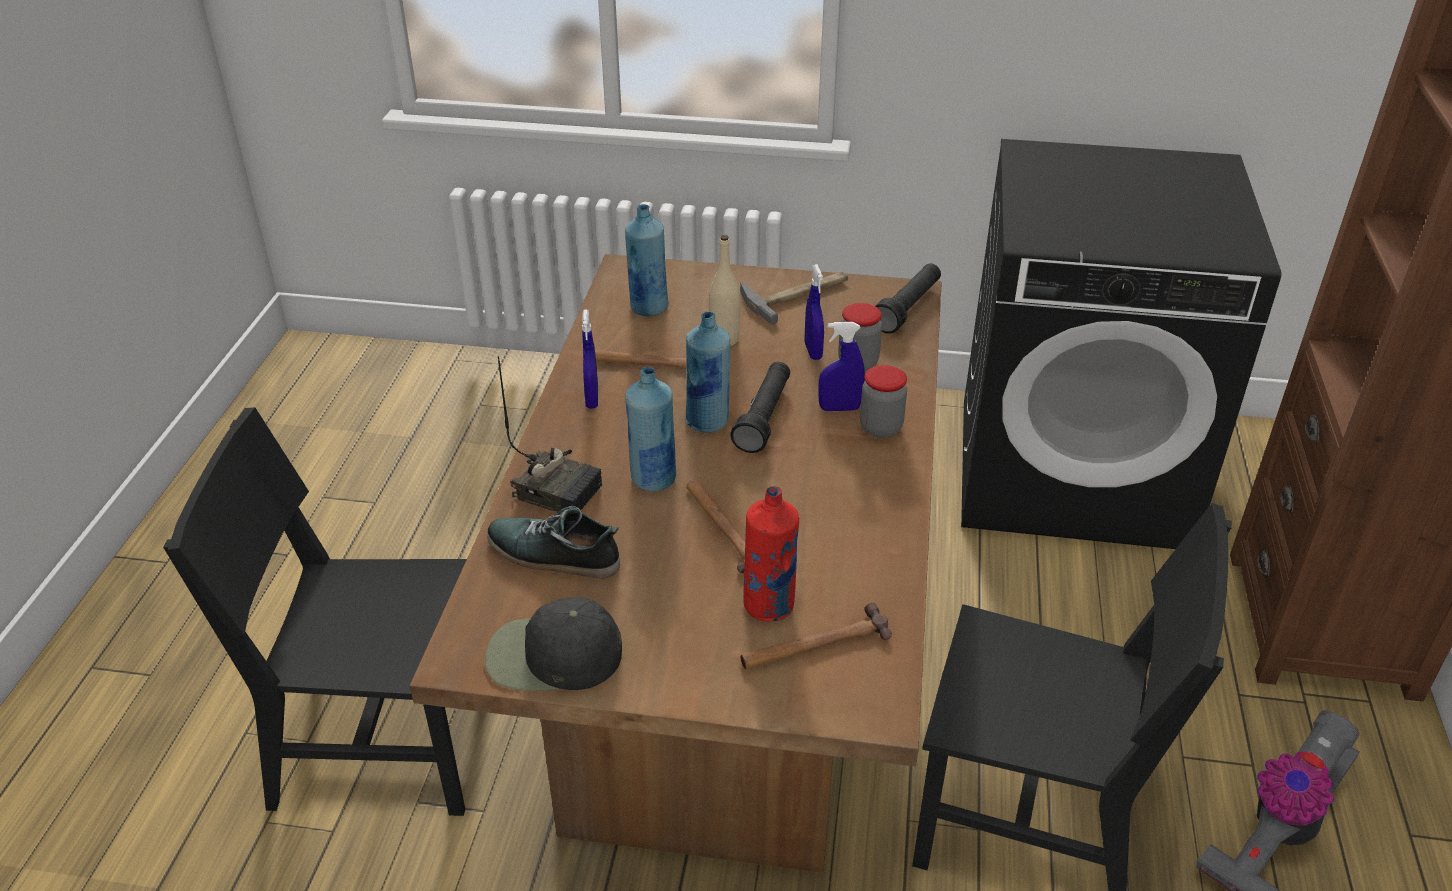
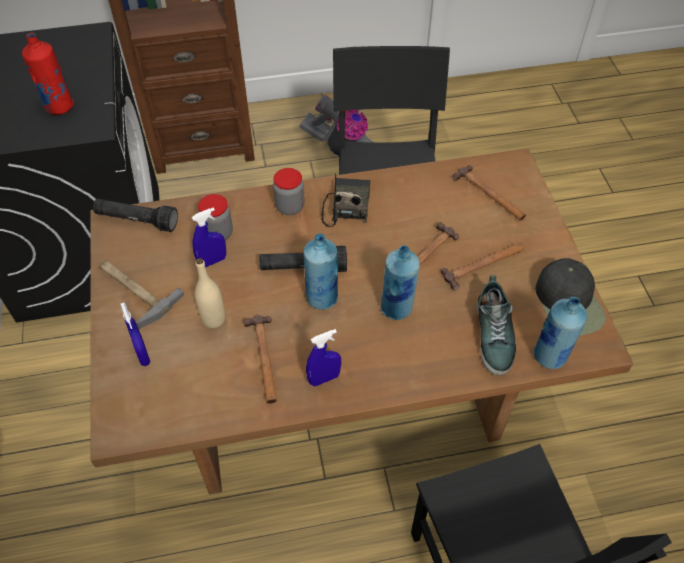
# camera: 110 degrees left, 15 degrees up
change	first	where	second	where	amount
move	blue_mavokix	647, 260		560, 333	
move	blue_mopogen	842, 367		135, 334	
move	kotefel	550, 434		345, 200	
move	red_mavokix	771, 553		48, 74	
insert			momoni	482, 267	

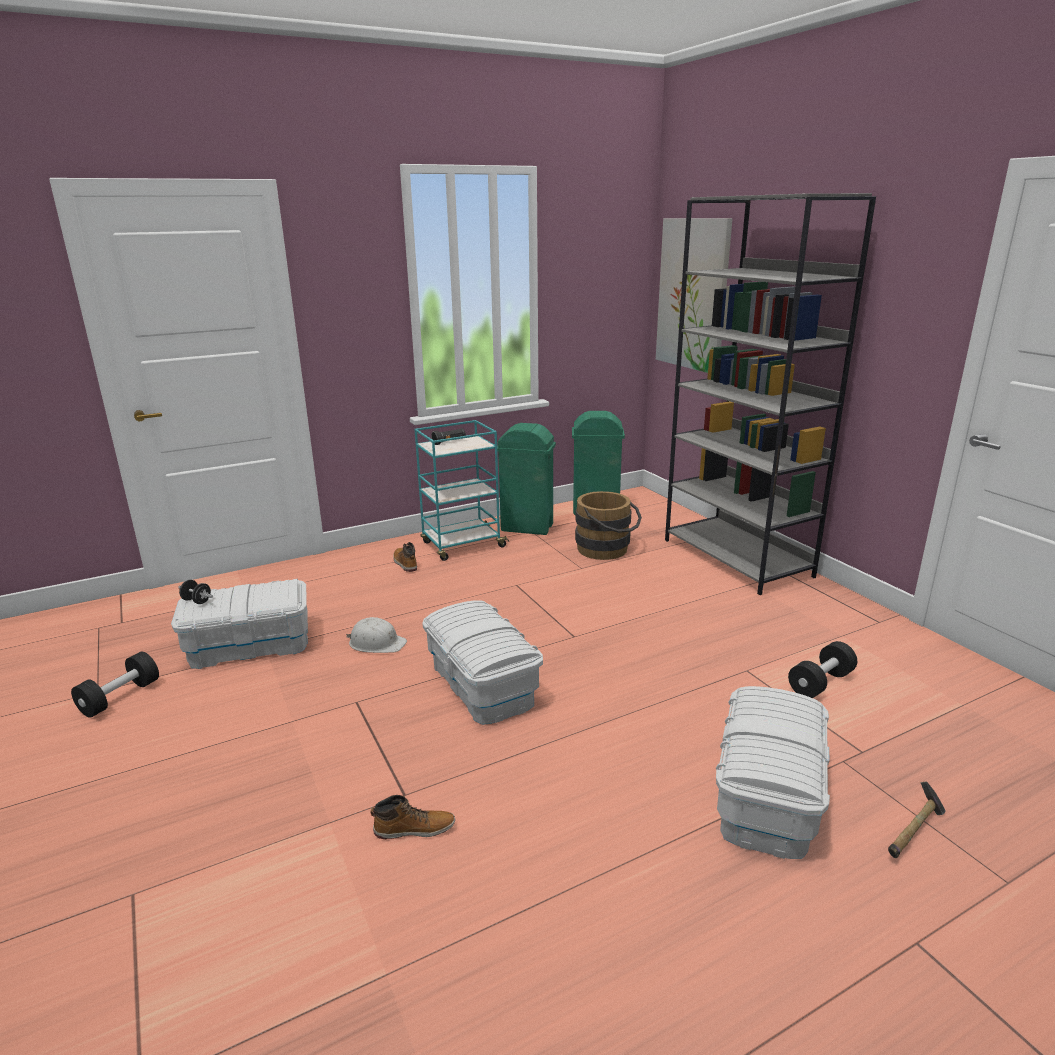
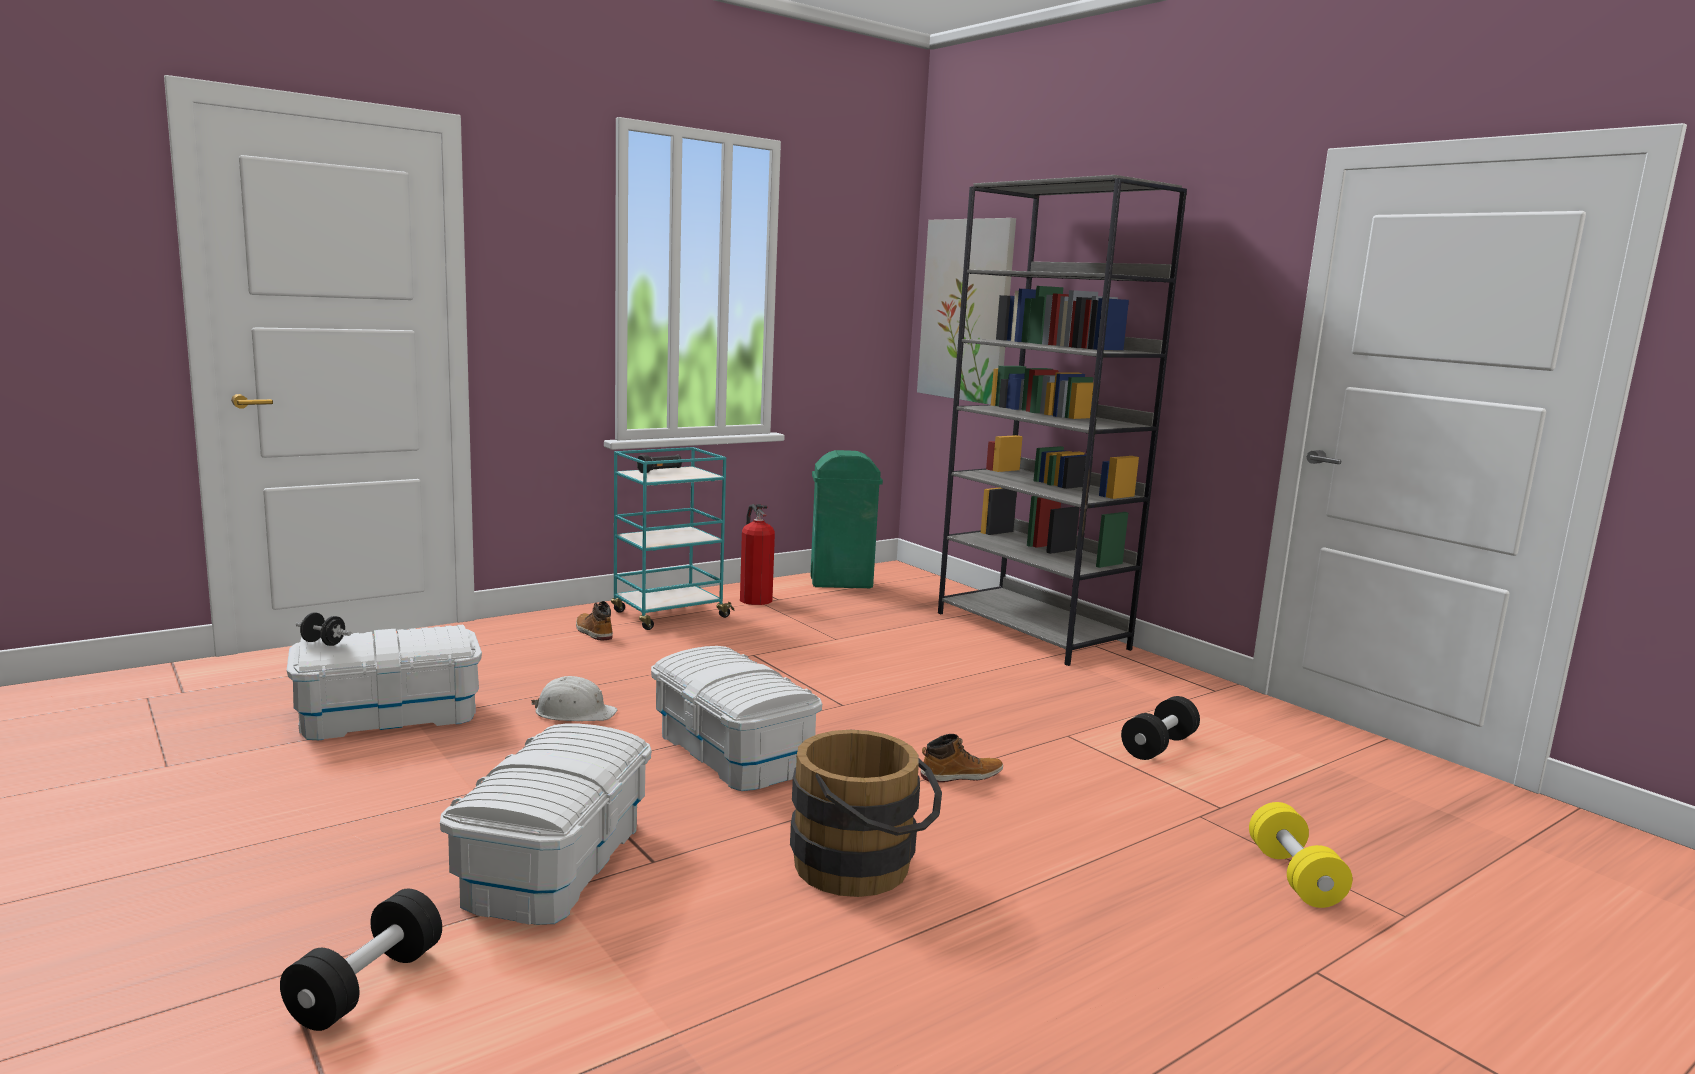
# camera: 10 degrees left, 10 degrees down
change	first	where	second	where	amount
replace	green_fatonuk	526, 479	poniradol	757, 554	
move	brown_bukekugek	608, 525		866, 813	
move	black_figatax	115, 685		361, 960	
move	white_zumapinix	773, 772		546, 824	
replace	momoni	917, 819	yellow_figatax	1300, 855	
move	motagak	413, 817		961, 758	

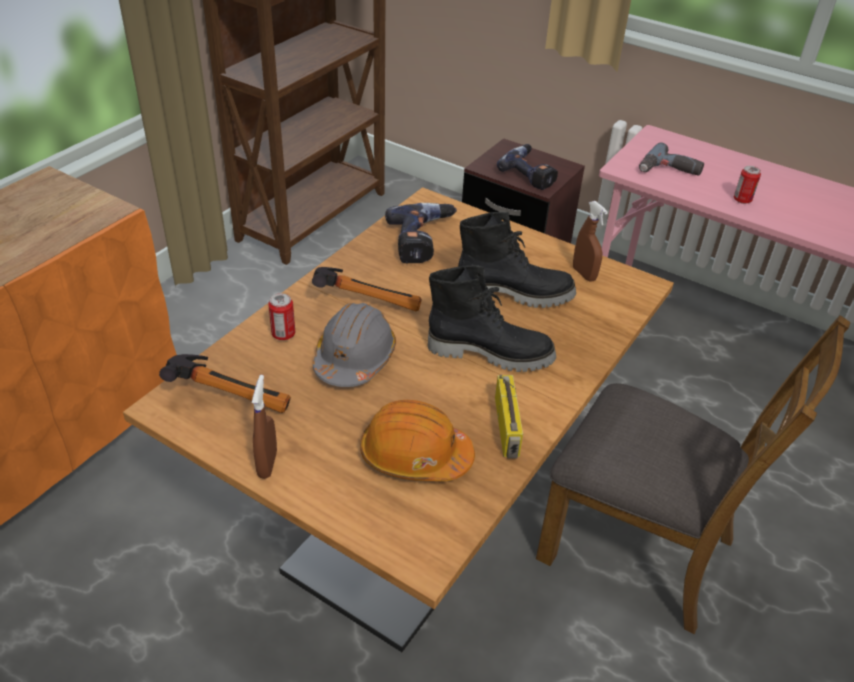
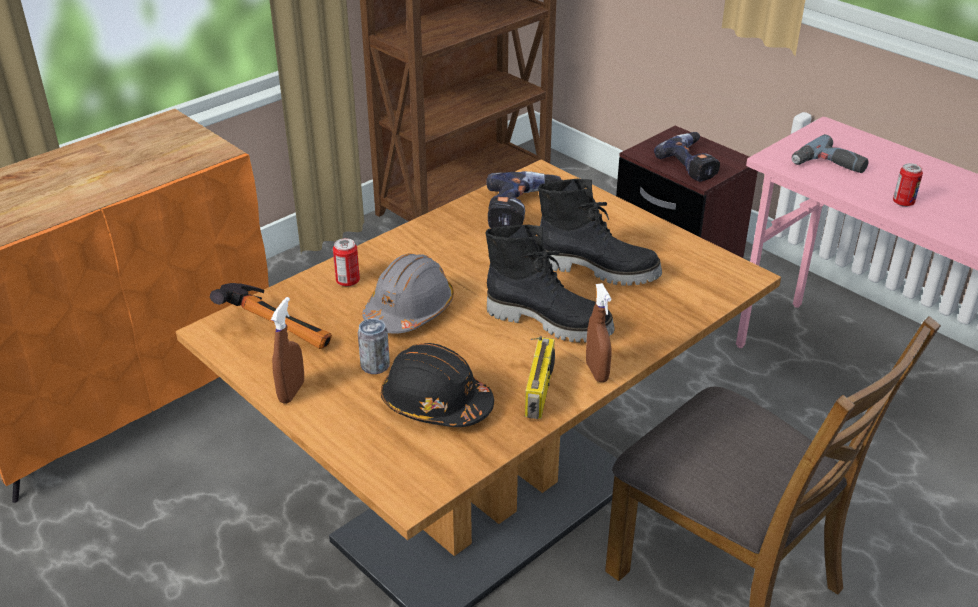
# camera: 15 degrees right, 5 degrees down
change	first	where	second	where	amount
move	brown_mopogen	590, 241		599, 332	
delete	momoni	367, 289			
recolor	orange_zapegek	417, 440	black_zapegek	437, 385	
insert			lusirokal	374, 346	

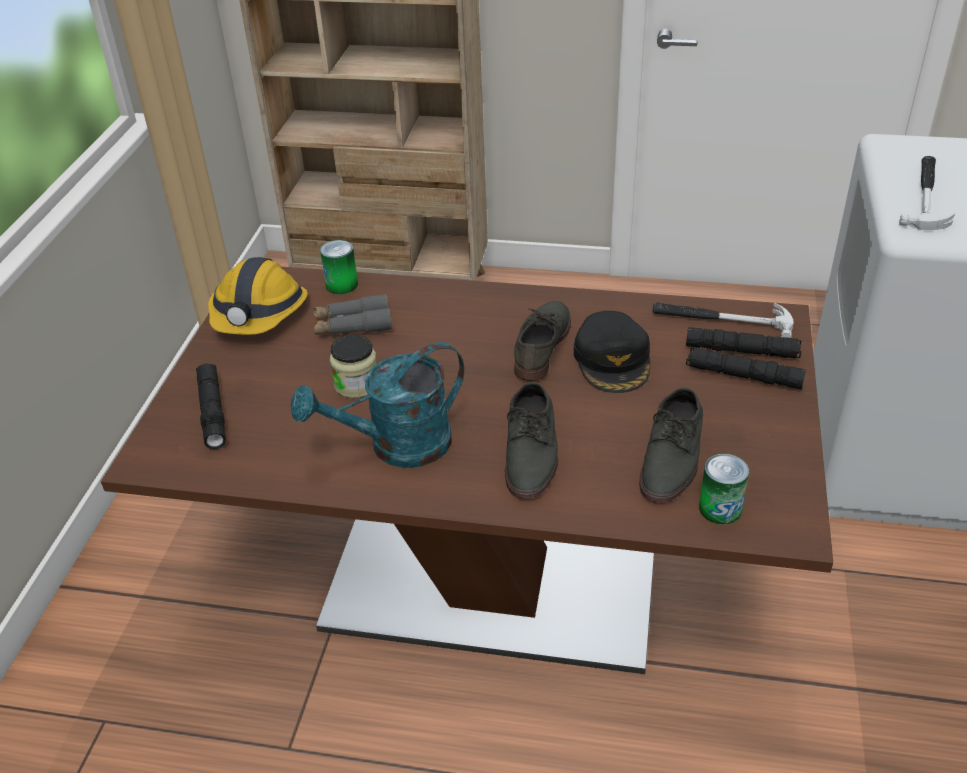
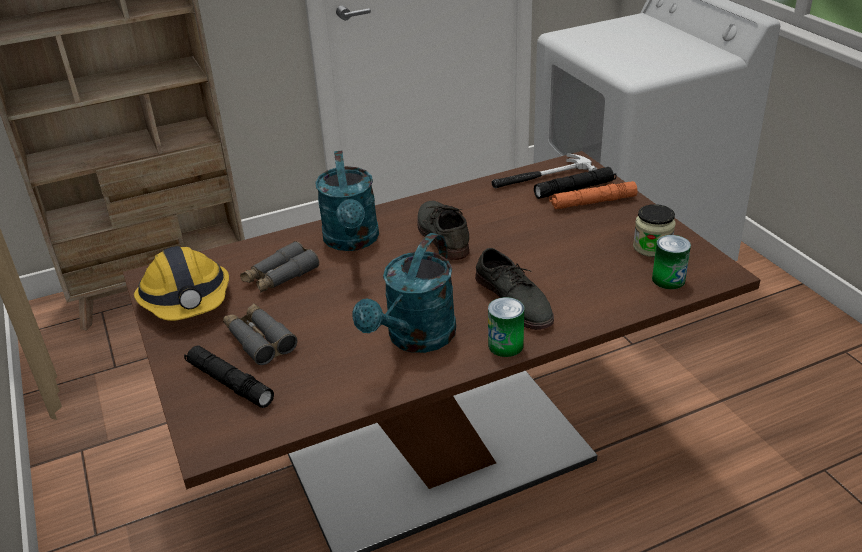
# camera: 35 degrees left, 5 degrees down
change	first	where	second	where	amount
delete	momoni	927, 193			
move	lusirokal	339, 267		506, 327	
delete	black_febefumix	612, 352			
move	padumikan	353, 366		654, 230	
recolor	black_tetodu	746, 368	orange_tetodu	593, 195	
delete	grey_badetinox	671, 445			
insert			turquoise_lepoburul	347, 200	
insert			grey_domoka	260, 334	

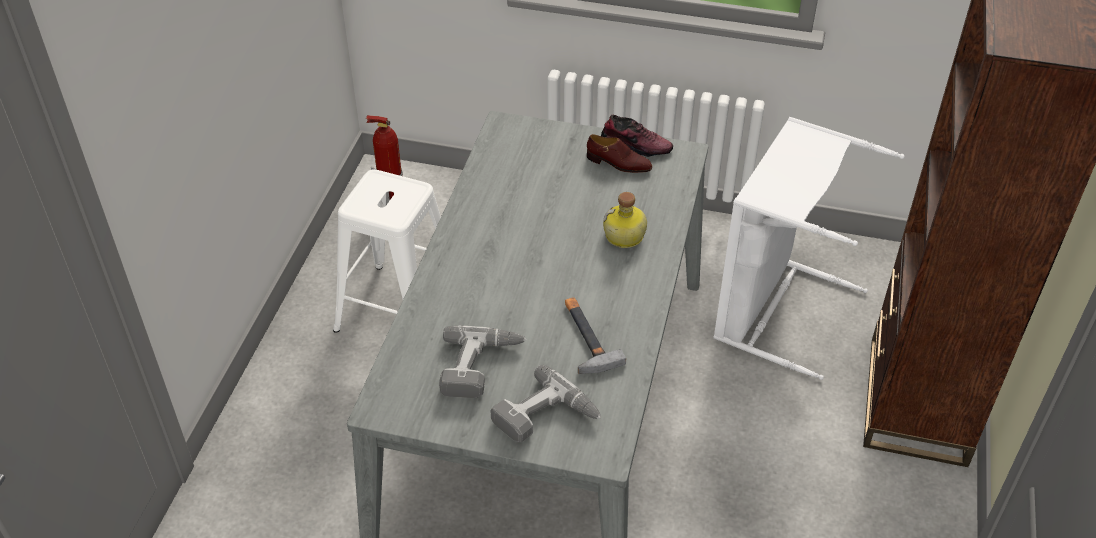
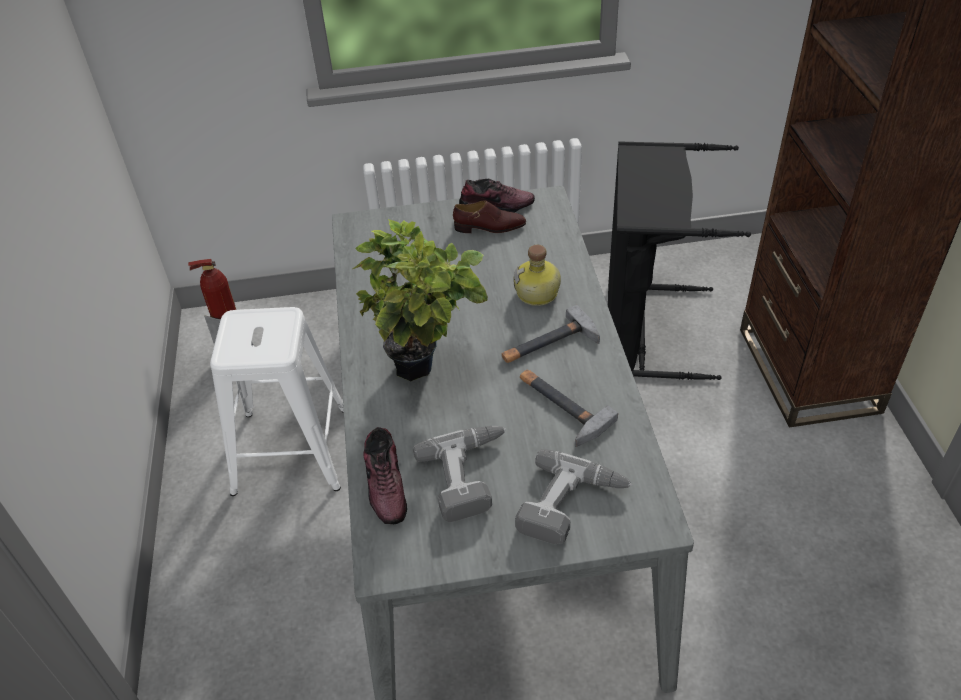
# camera: 20 degrees left, 0 degrees up
change	first	where	second	where	amount
recolor	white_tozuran	809, 248	black_tozuran	679, 260	
insert			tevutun	420, 300	
insert			momoni	550, 334	
insert			badetinox	385, 475	

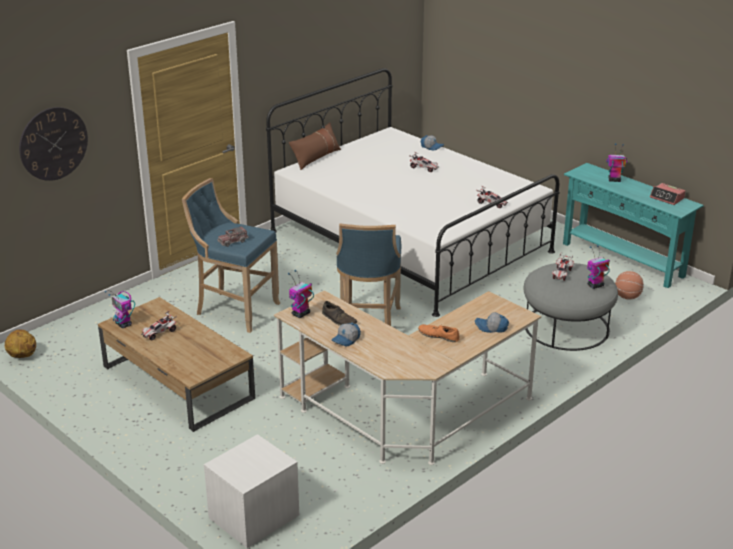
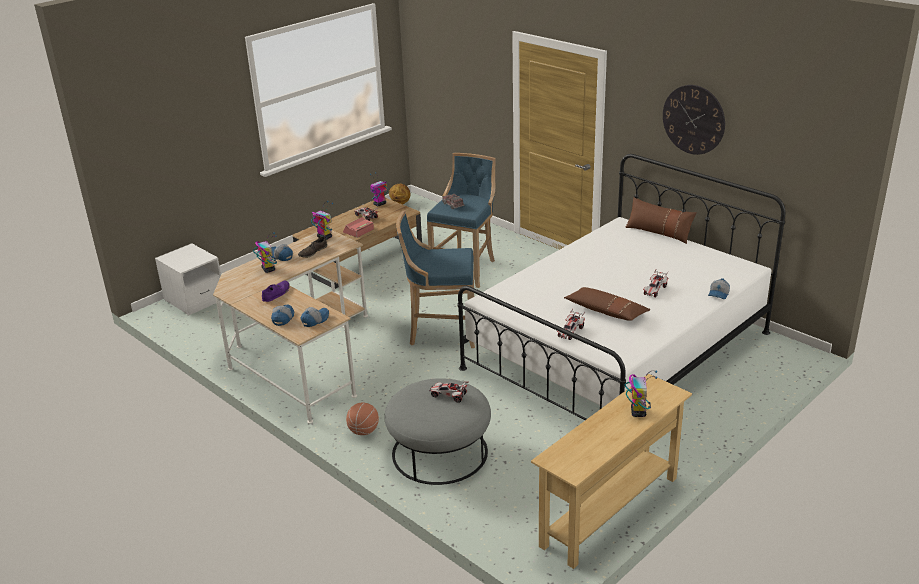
# camera: 90 degrees right, 0 degrees up
change	first	where	second	where	amount
move	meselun	53, 144		694, 120	
recolor	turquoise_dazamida	633, 225	beige_dazamida	611, 471	
move	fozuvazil	667, 194		358, 227	
move	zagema	598, 267		265, 252	
move	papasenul	629, 285		362, 419	
recolor	orange_badetinox	439, 333	purple_badetinox	276, 291	
insert			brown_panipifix	607, 304	
insert			febefumix	315, 317	

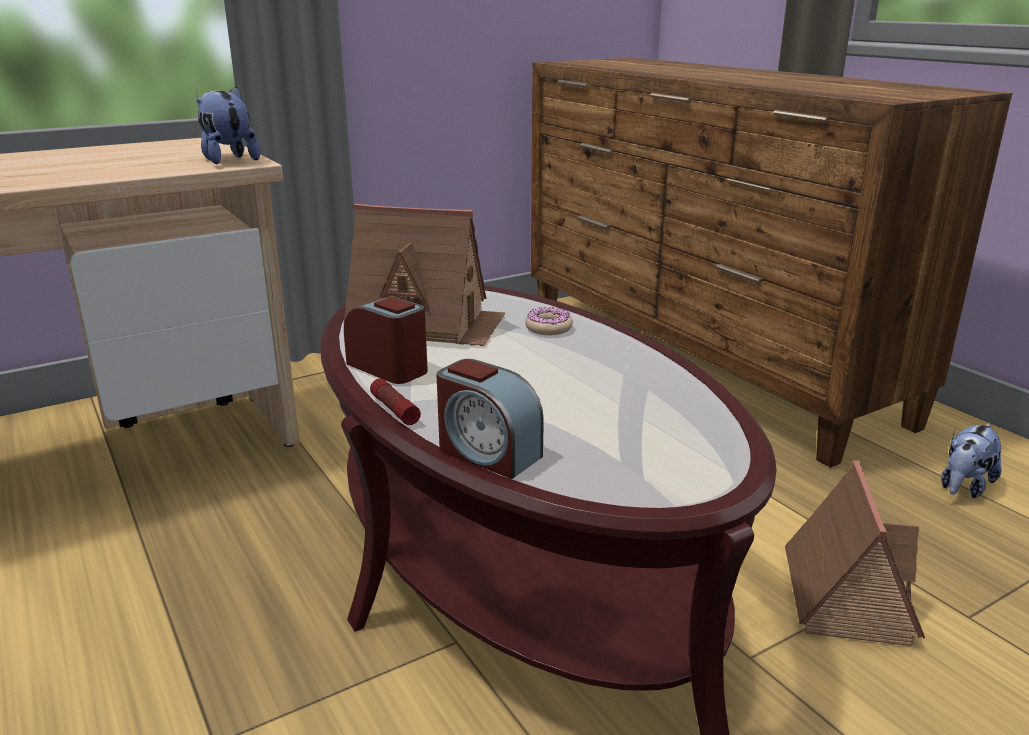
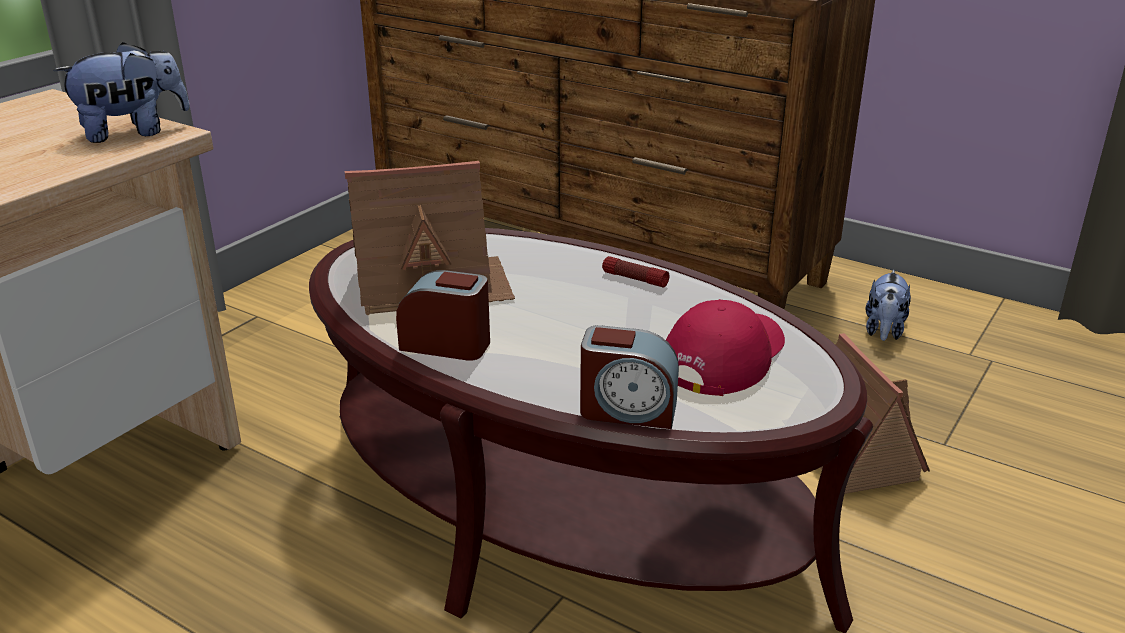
# camera: 25 degrees left, 5 degrees up
change	first	where	second	where	amount
rotate	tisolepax	228, 125		121, 92	120 degrees clockwise
delete	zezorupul	549, 321			
move	tetodu	395, 402		635, 272	
insert			red_febefumix	725, 347	

